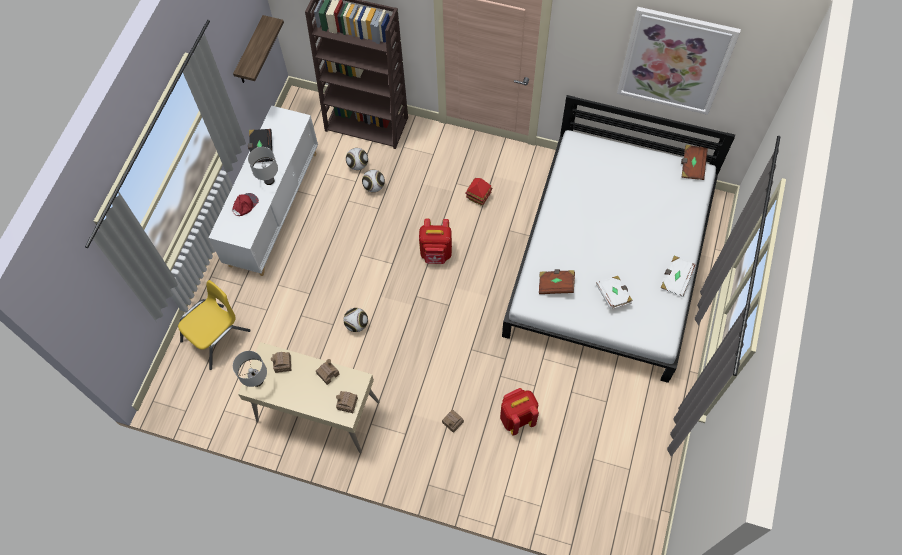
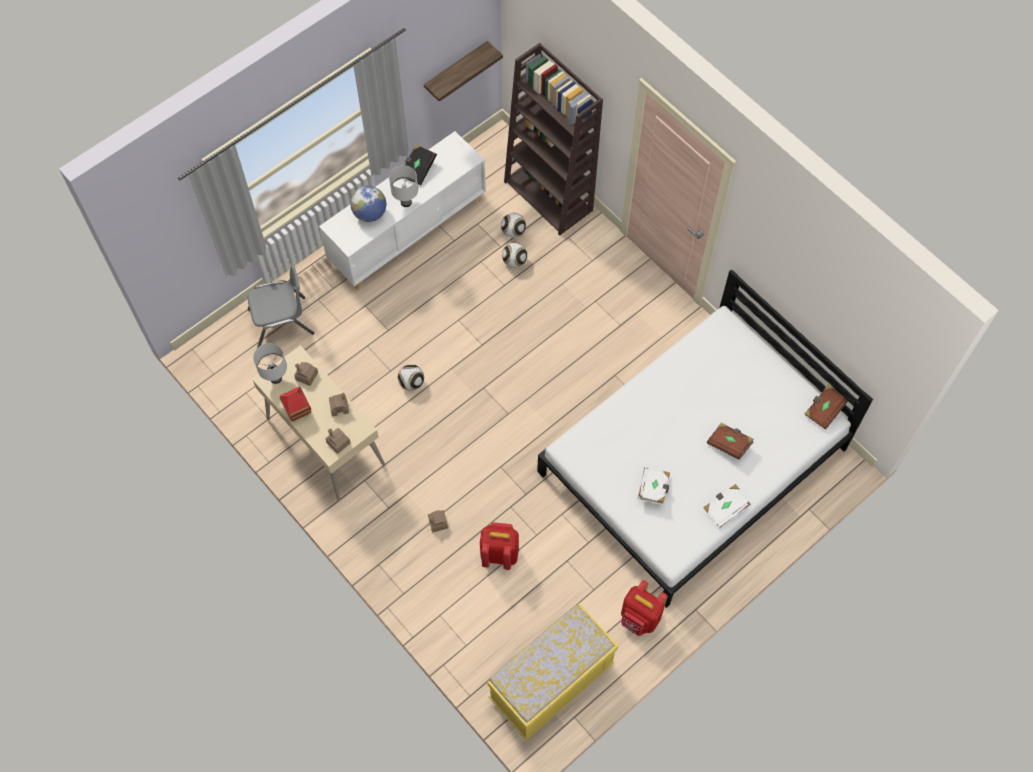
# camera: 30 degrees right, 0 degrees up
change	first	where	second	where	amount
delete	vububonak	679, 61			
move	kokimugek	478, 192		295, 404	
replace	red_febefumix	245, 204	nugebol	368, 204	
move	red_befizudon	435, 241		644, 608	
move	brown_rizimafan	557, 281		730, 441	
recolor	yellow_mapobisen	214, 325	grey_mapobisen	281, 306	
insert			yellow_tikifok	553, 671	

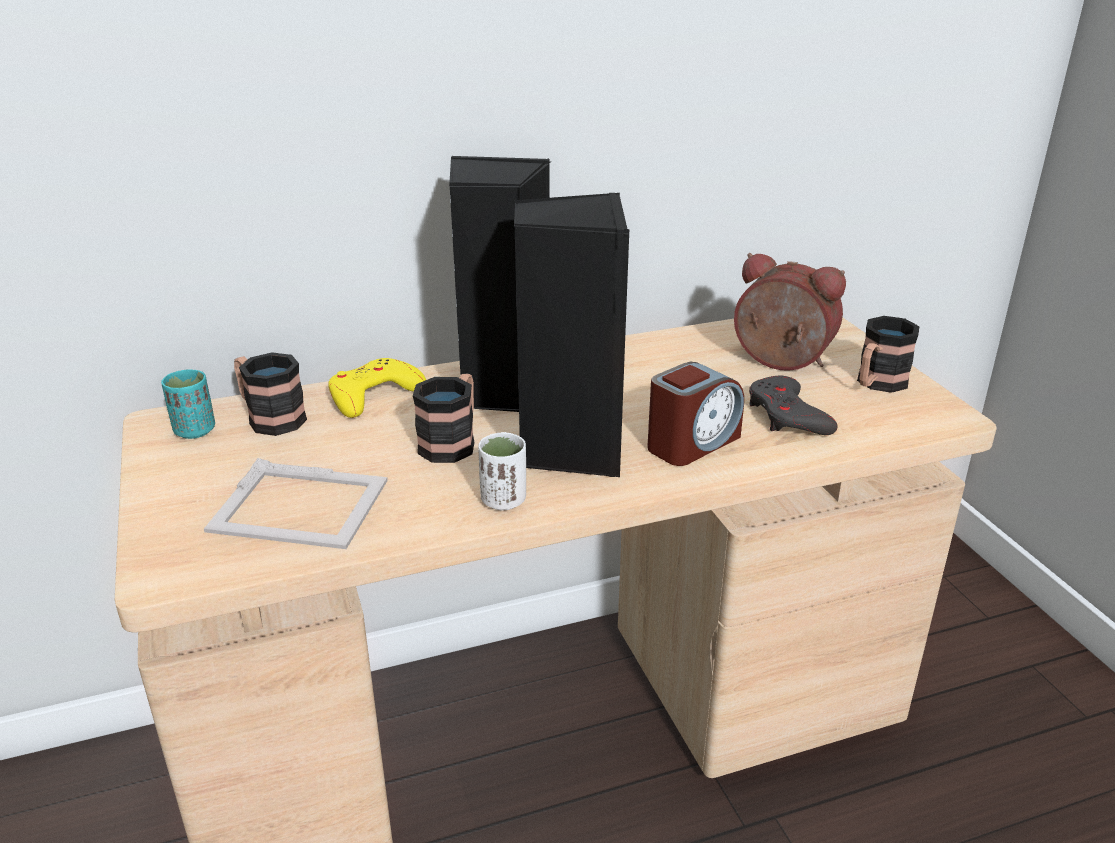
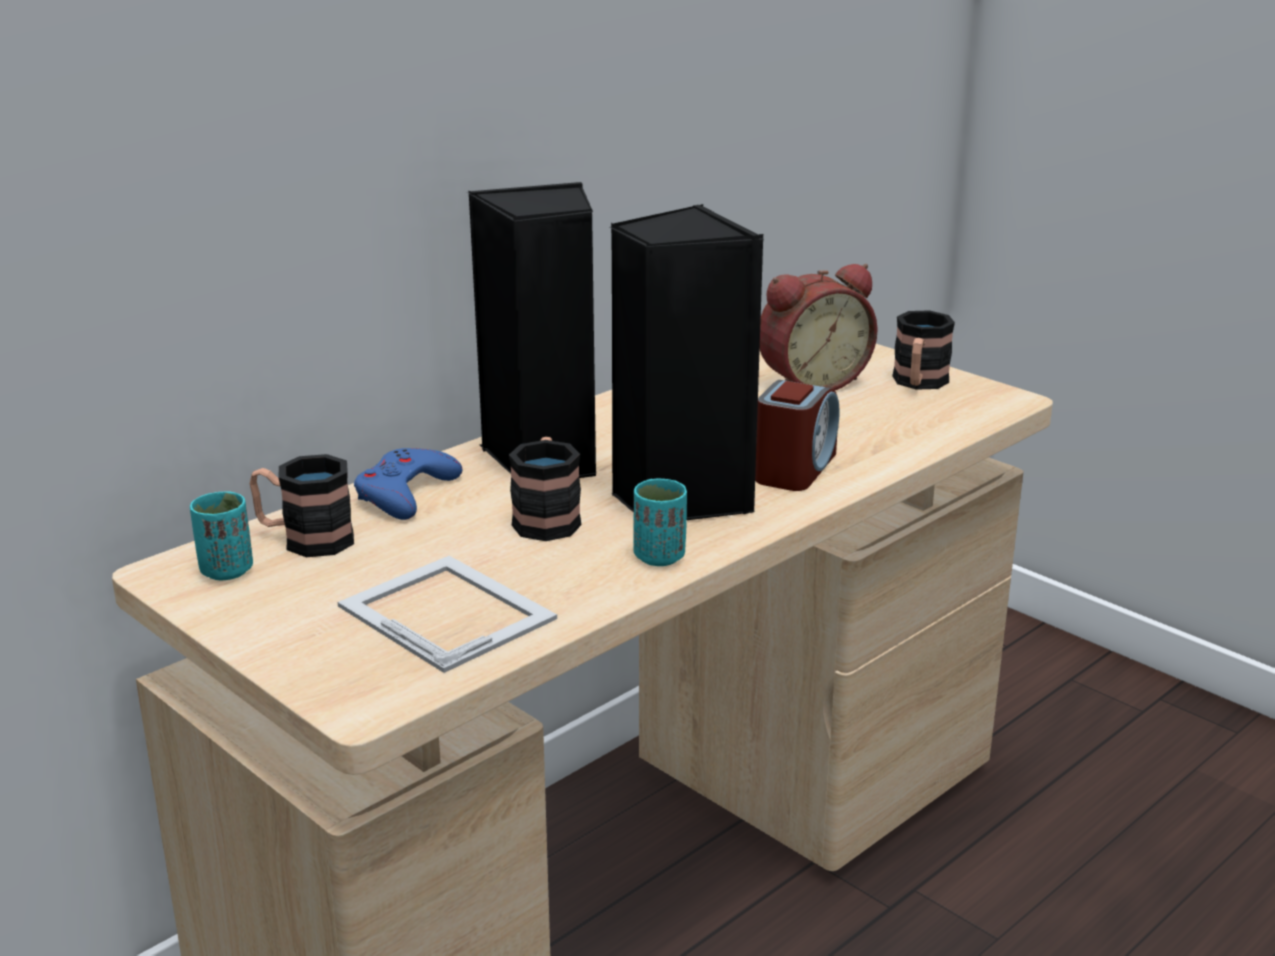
# camera: 25 degrees left, 5 degrees down
change	first	where	second	where	amount
rotate	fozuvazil	790, 312		819, 327	150 degrees clockwise
recolor	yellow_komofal	377, 388	blue_komofal	408, 484	
delete	grey_komofal	793, 405			
recolor	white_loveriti	502, 471	turquoise_loveriti	660, 522	
rotate	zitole	296, 503		447, 614	120 degrees counterclockwise

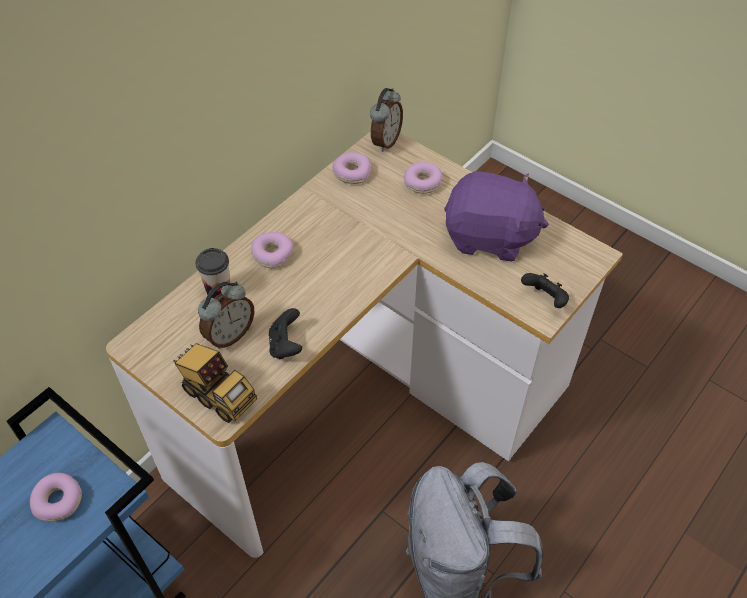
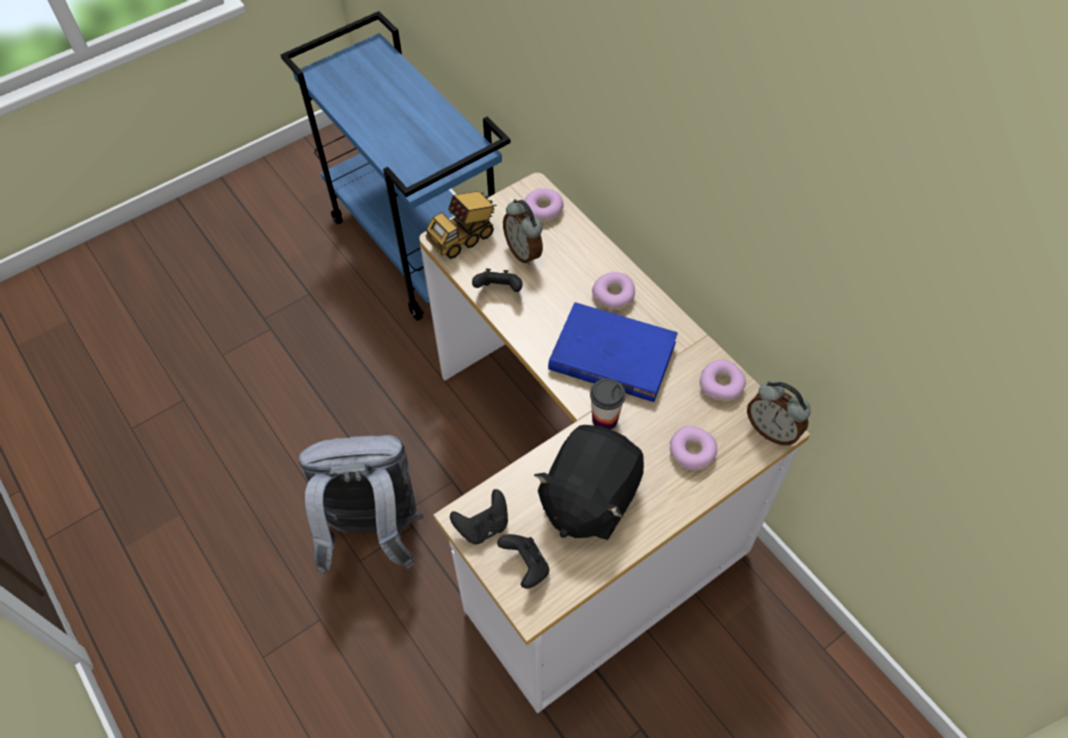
# camera: 105 degrees right, 5 degrees up
change	first	where	second	where	amount
recolor	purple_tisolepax	496, 216	black_tisolepax	589, 482	
move	loveriti	212, 273		608, 404	
move	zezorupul	56, 497		544, 205	
insert			blue_rizimafan	613, 352	
insert			black_komofal	523, 561	

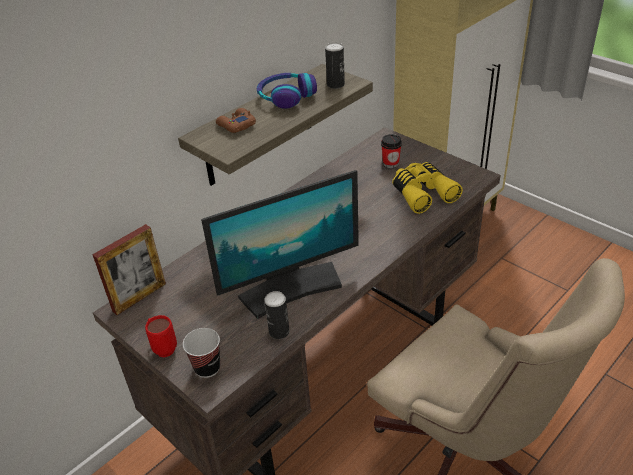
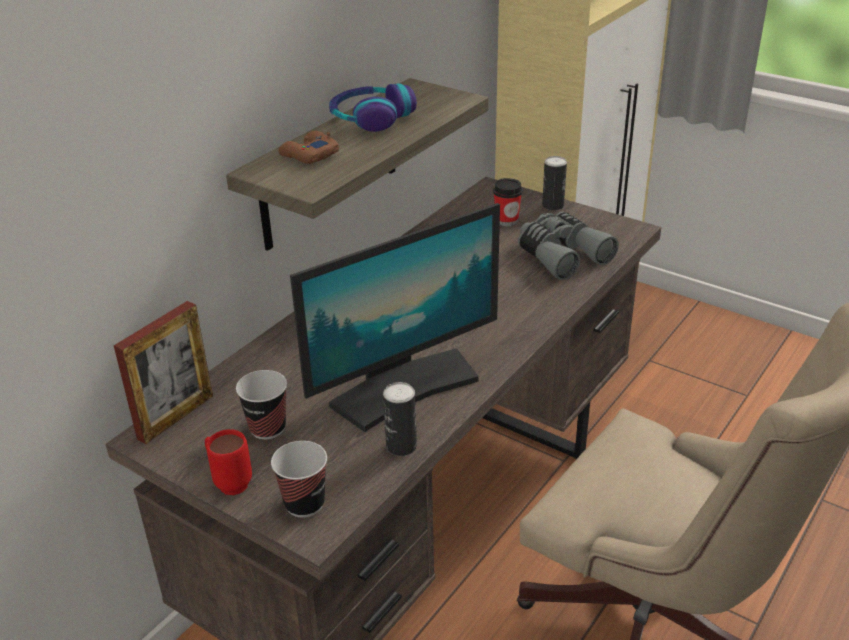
# camera: 10 degrees left, 5 degrees down
change	first	where	second	where	amount
move	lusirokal	335, 65		554, 183	
recolor	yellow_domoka	427, 188	grey_domoka	568, 246	
insert			loveriti	261, 405	

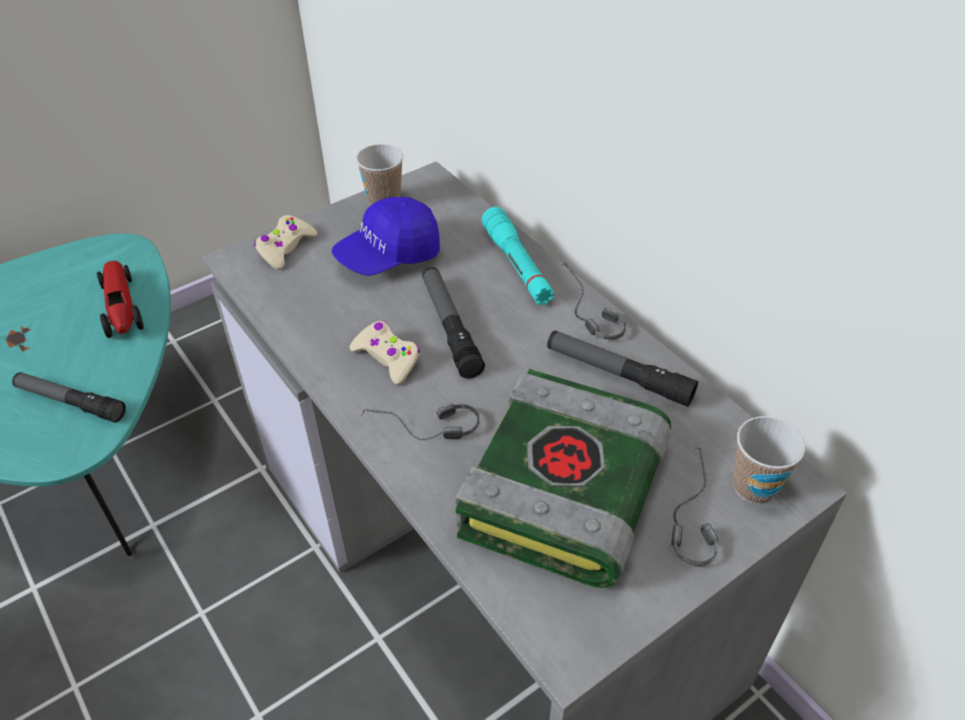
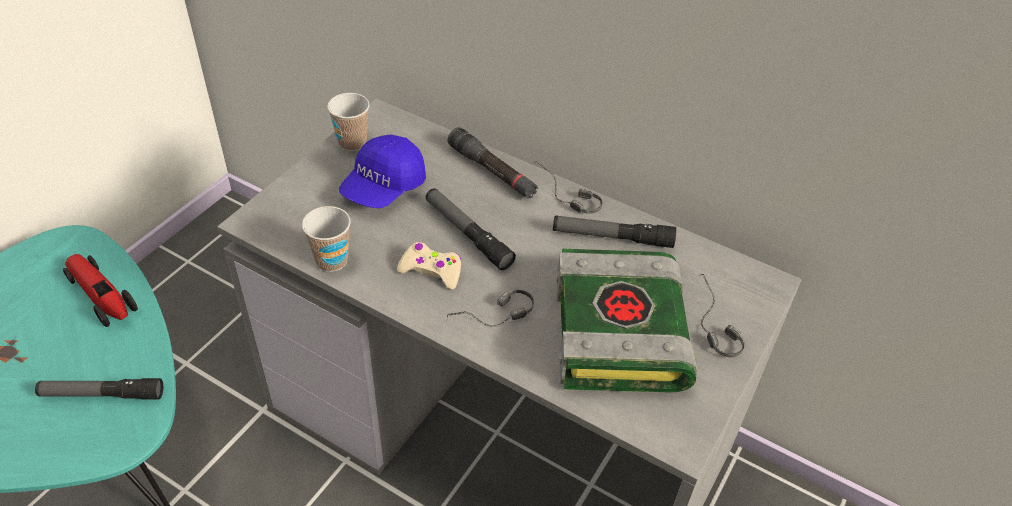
# camera: 25 degrees left, 0 degrees up
change	first	where	second	where	amount
recolor	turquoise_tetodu	518, 256	black_tetodu	492, 163	
delete	beige_komofal	285, 242			
move	loveriti	769, 460		326, 239	

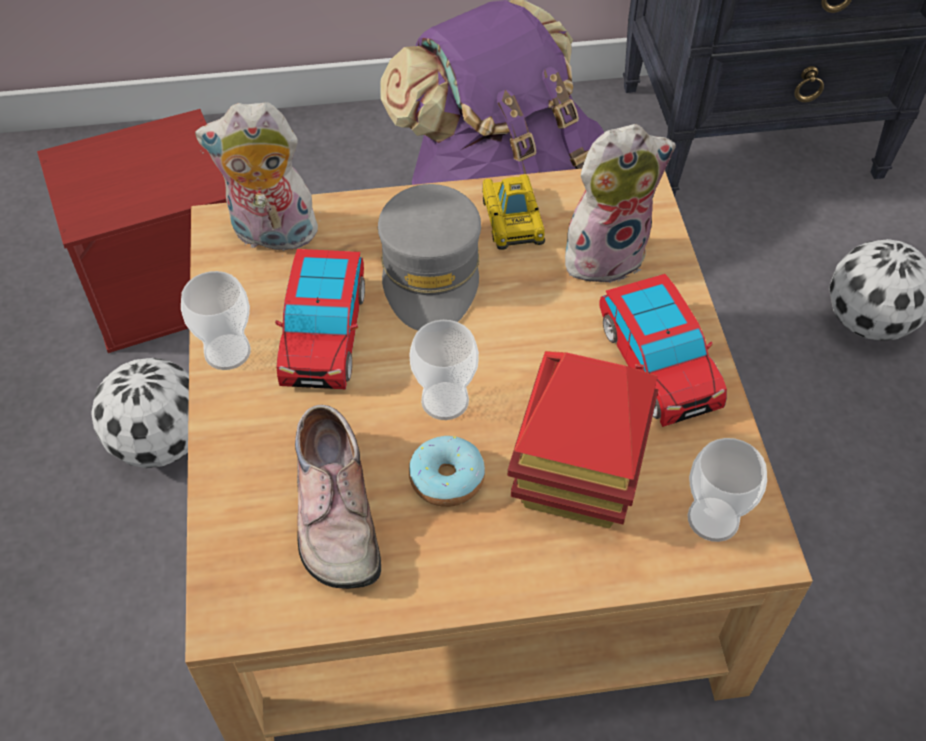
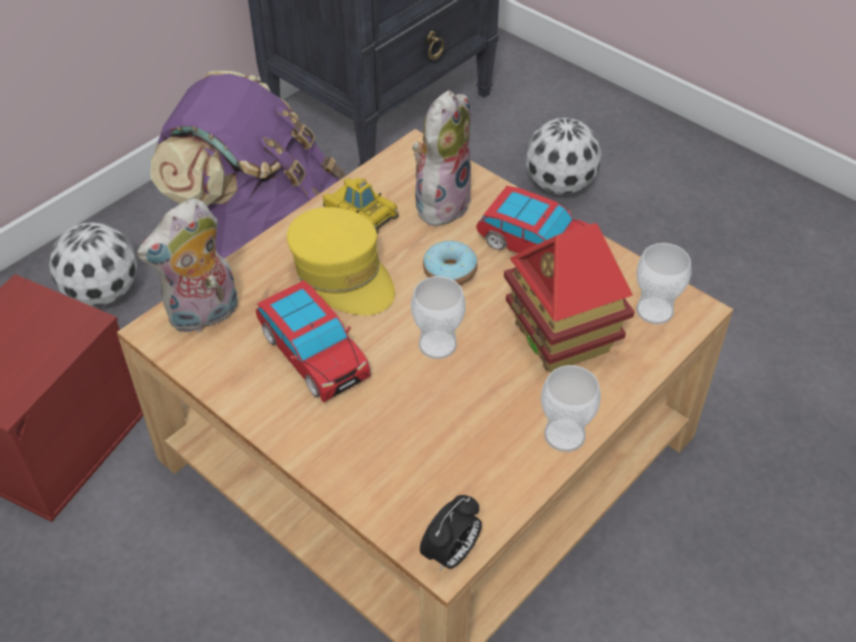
# camera: 40 degrees left, 5 degrees down
change	first	where	second	where	amount
recolor	grey_febefumix	429, 257	yellow_febefumix	341, 261	
move	loveriti	216, 320		571, 408	
move	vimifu	140, 413		93, 264	
delete	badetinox	338, 497			
move	zezorupul	447, 471		450, 263	
insert			fozuvazil	451, 533	

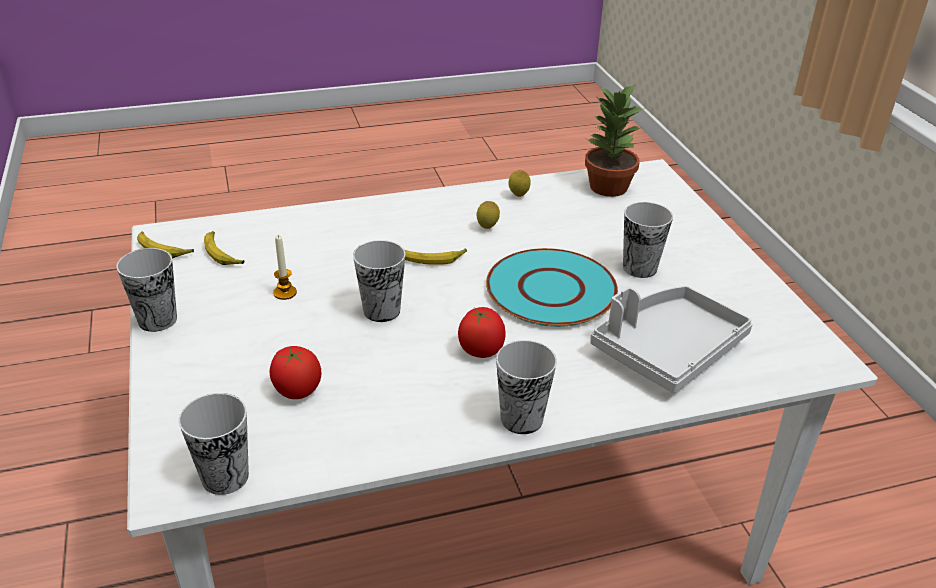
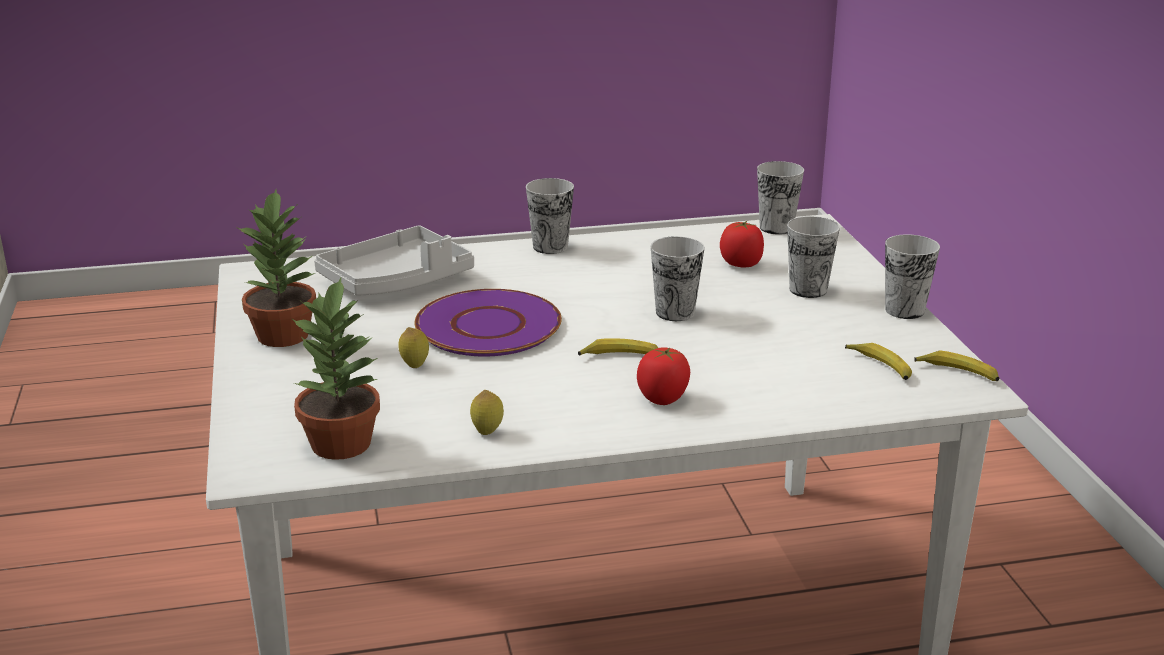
# camera: 175 degrees left, 10 degrees down
change	first	where	second	where	amount
move	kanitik	488, 215		413, 347	
move	loveriti	648, 240		813, 257	
delete	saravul	285, 267			
recolor	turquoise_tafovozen	552, 287	purple_tafovozen	488, 322	
move	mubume	482, 332		663, 376	
insert			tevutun	276, 268	

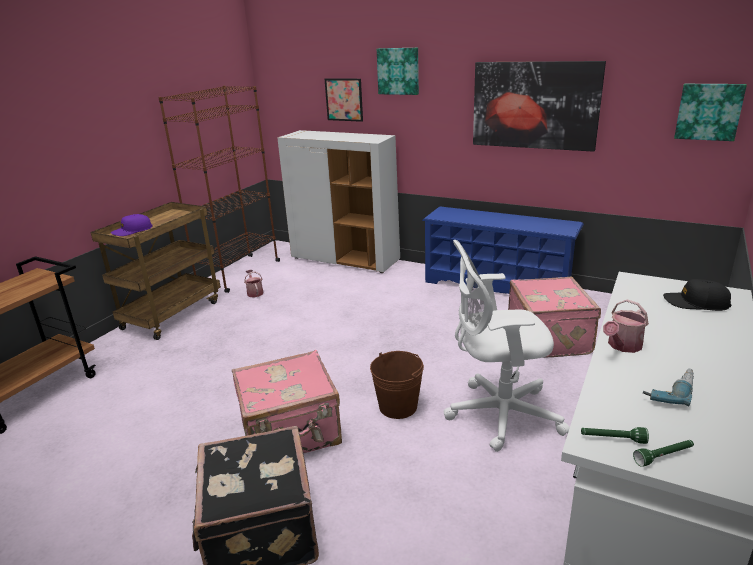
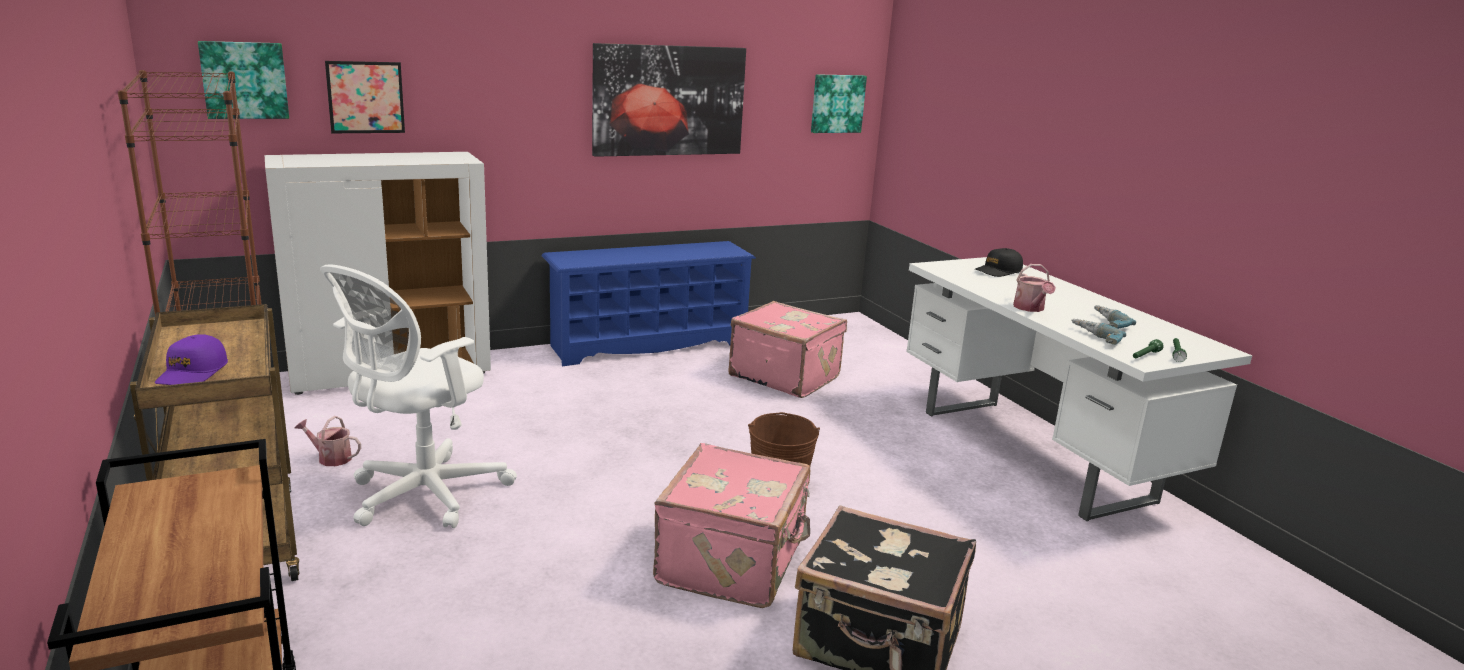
# camera: 55 degrees left, 5 degrees down
change	first	where	second	where	amount
move	vububonak	398, 71		243, 80	
move	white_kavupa	506, 346		418, 396	
insert			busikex	1098, 332	

